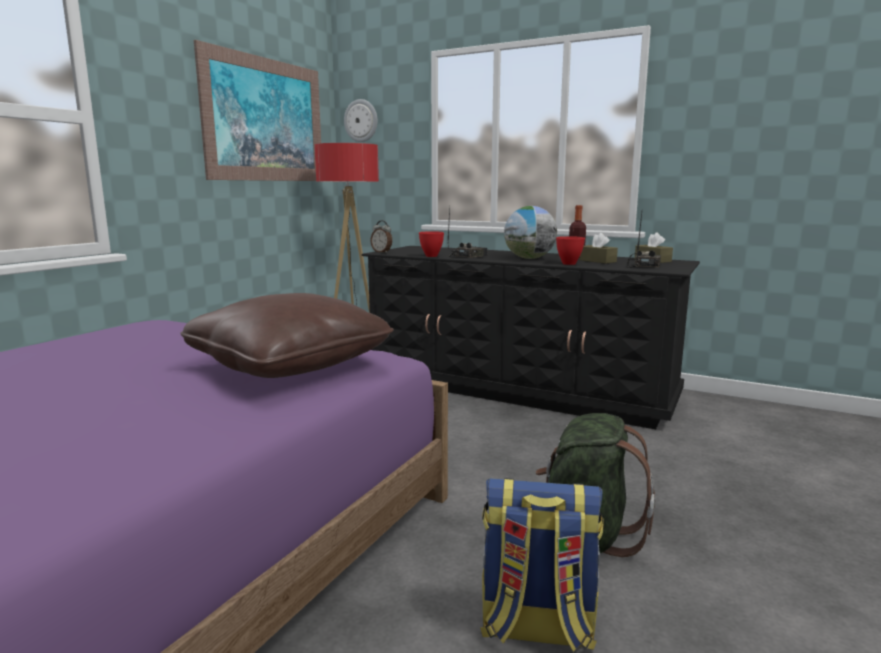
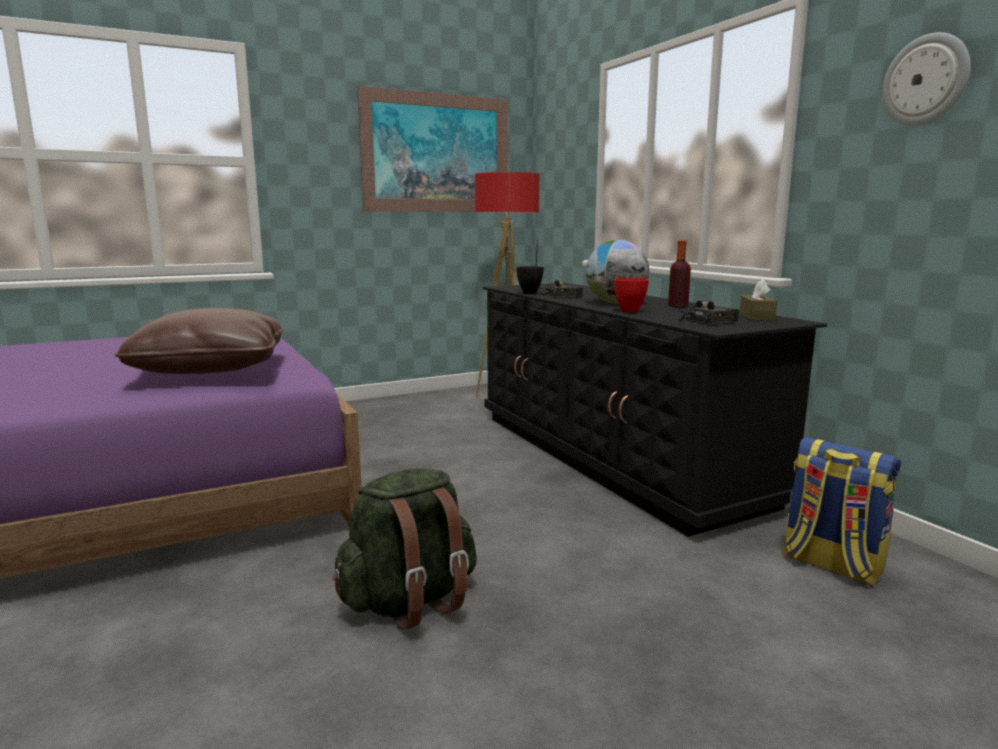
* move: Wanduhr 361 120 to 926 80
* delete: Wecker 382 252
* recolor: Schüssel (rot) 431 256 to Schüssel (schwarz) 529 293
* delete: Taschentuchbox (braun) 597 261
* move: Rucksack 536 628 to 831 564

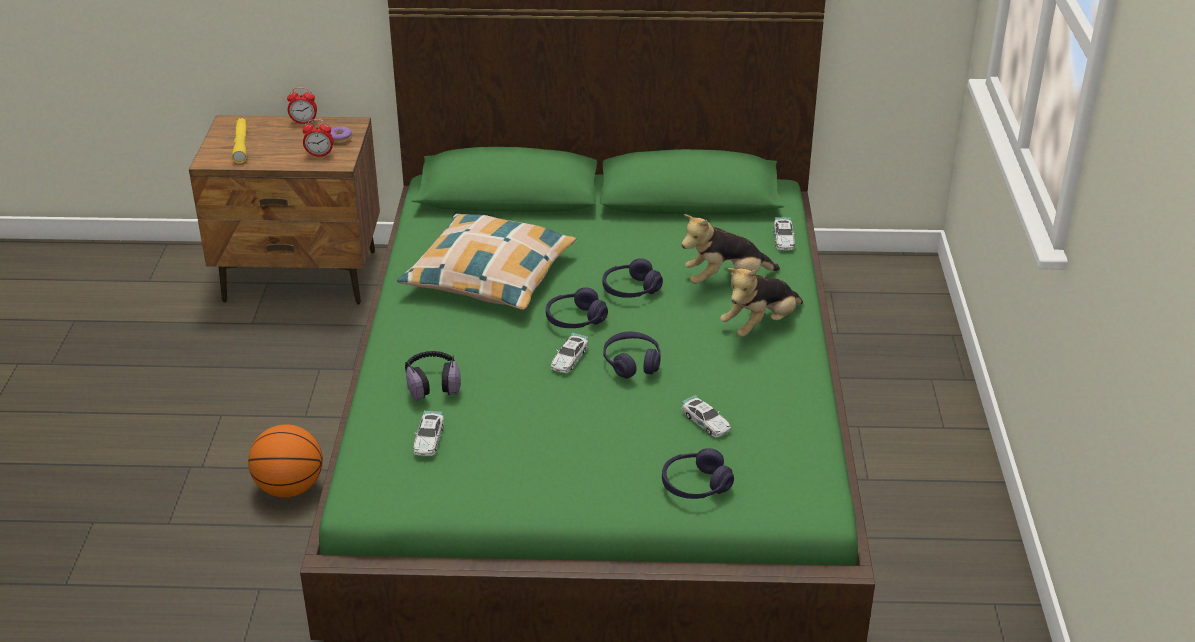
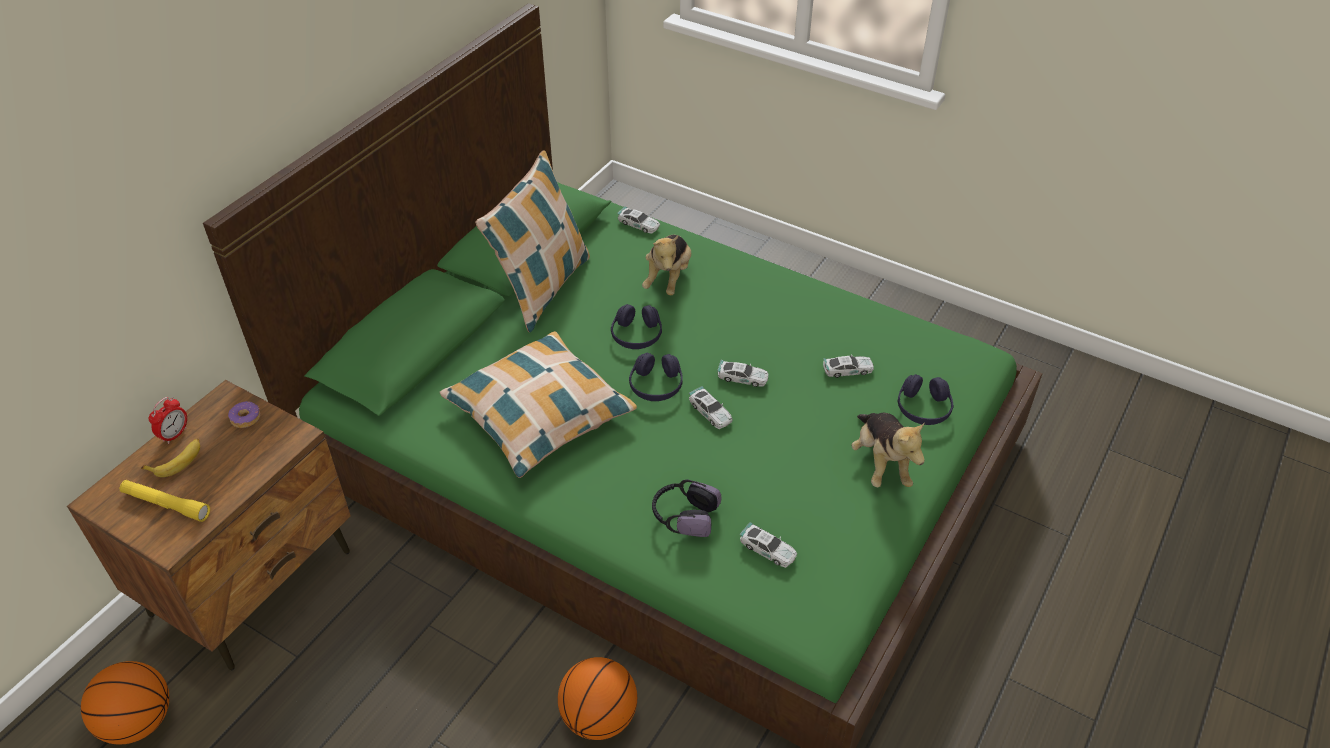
* delete: Wecker 319 155
* move: Plüschtier 760 325 to 881 463
* replace: Kopfhörer (lila) 632 362 to Spielzeugauto 742 377
* insert: Kissen 543 288
* insert: Banane 177 461
* insert: Basketball 139 721

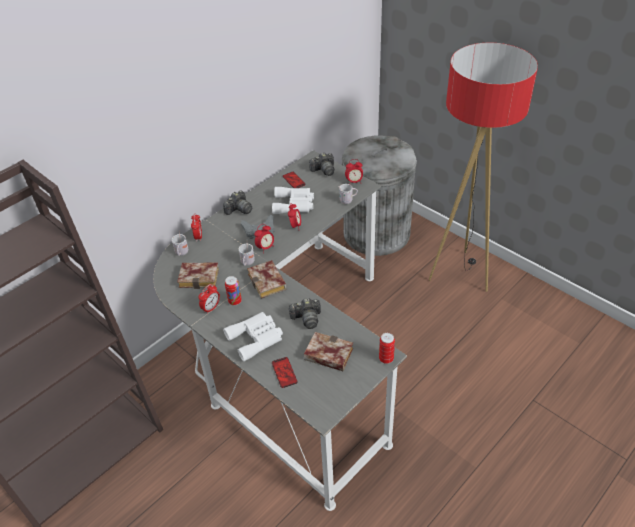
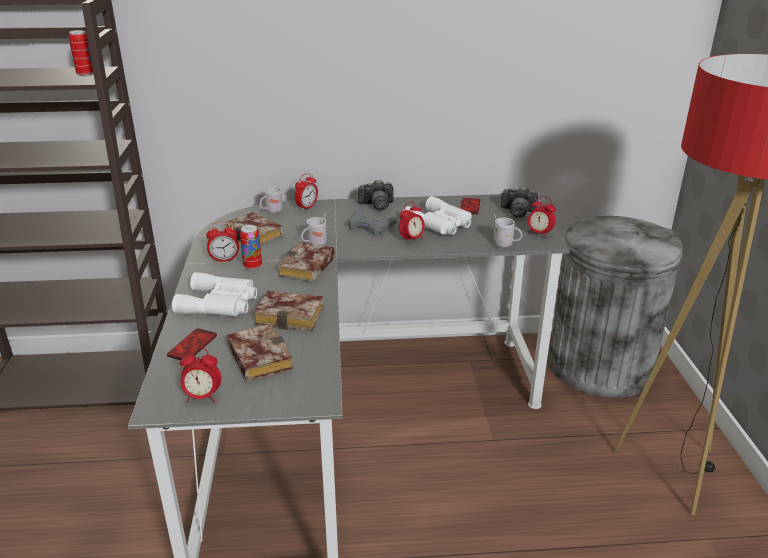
* move: Wecker 265 247 to 202 397
* replace: Kamera 307 318 to Buch 293 316
* move: Dose 386 358 to 86 74

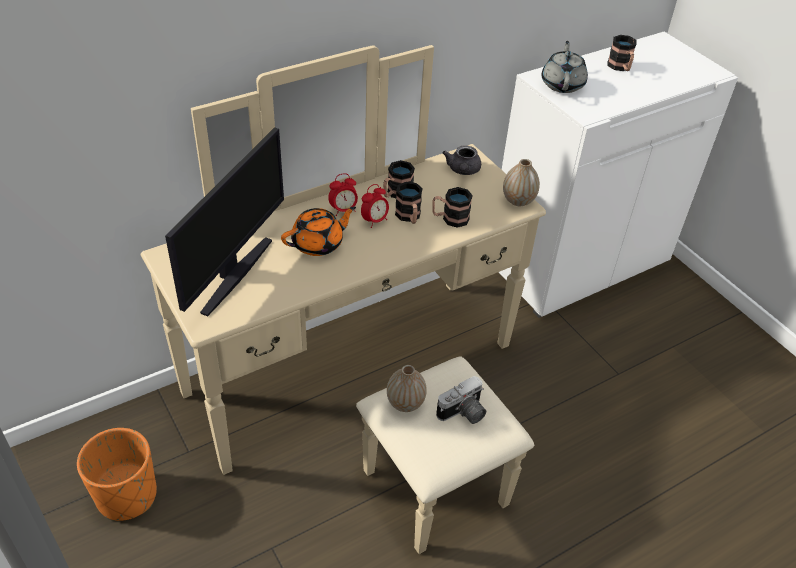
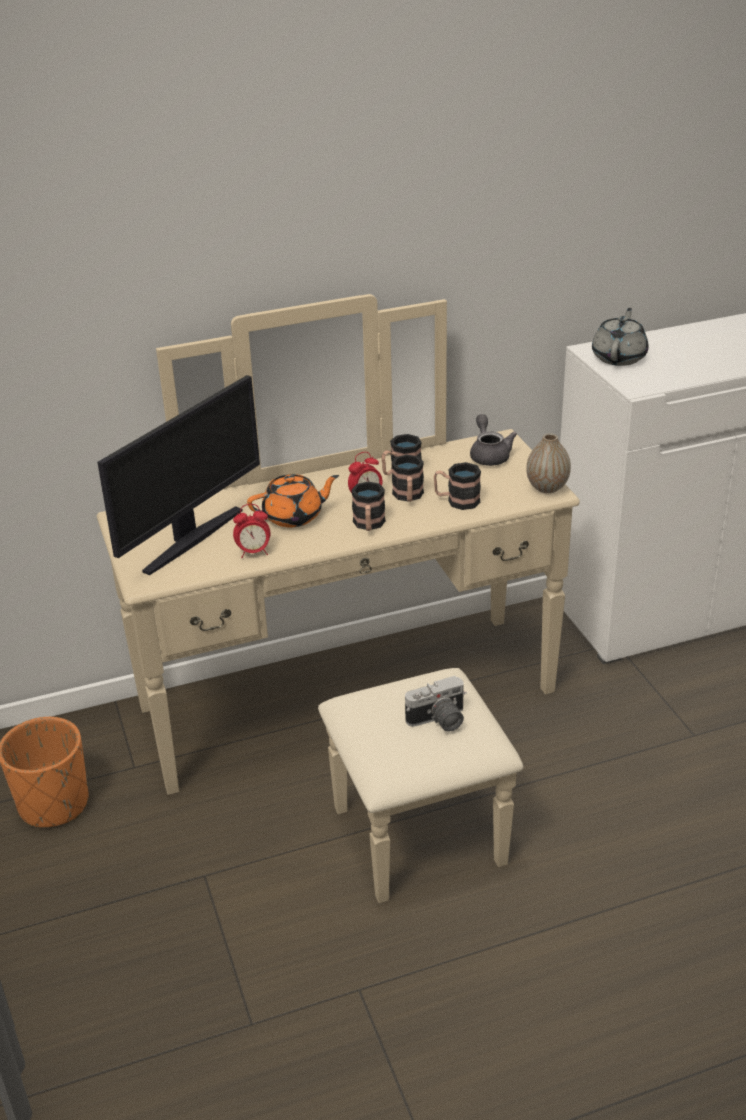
* move: Henkelbecher 620 67 to 369 525
* rotate: Teekanne (grau) 462 171 = 489 455 150 degrees clockwise
* move: Wecker 343 210 to 254 552
* delete: Vase 405 403

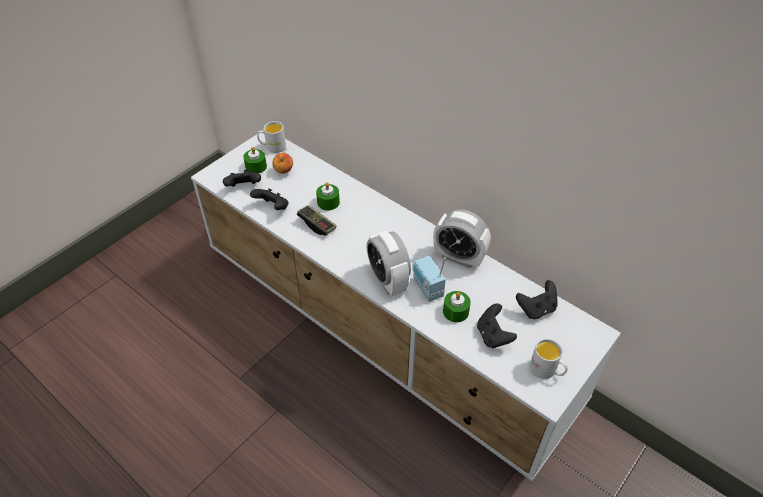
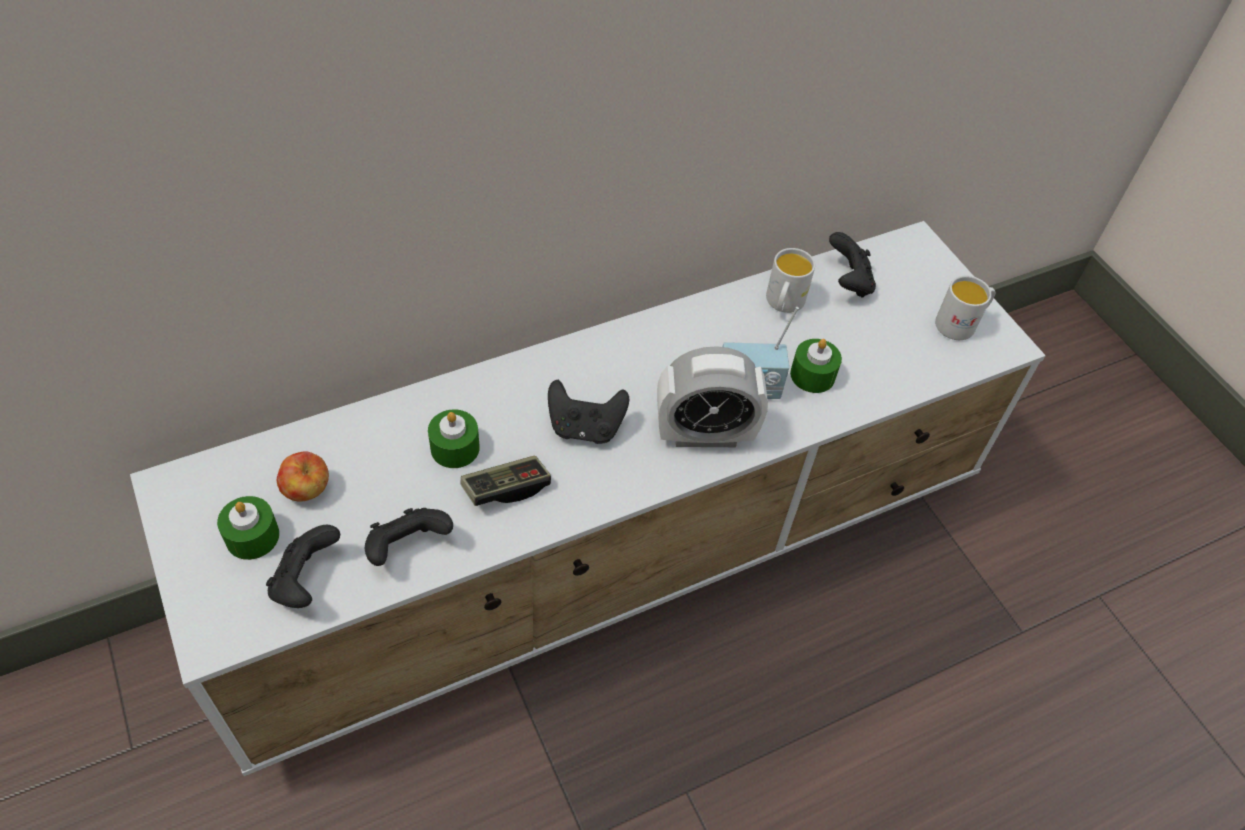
* move: Henkelbecher (weiß) 272 147 to 783 304
* delete: Wecker 459 257
* move: Gamepad (schwarz) 493 336 to 585 428

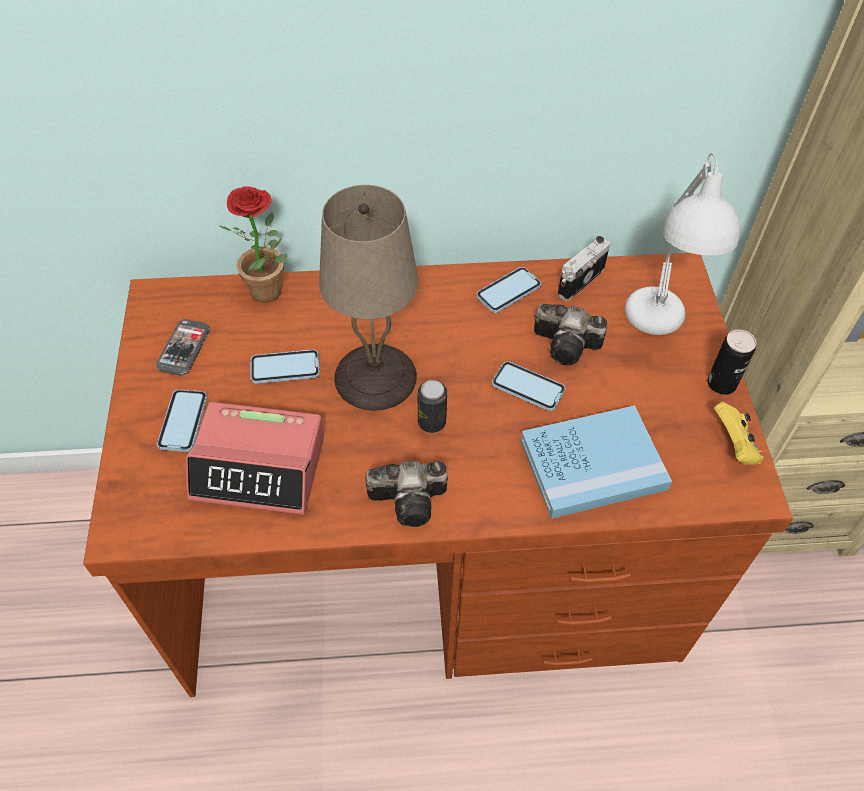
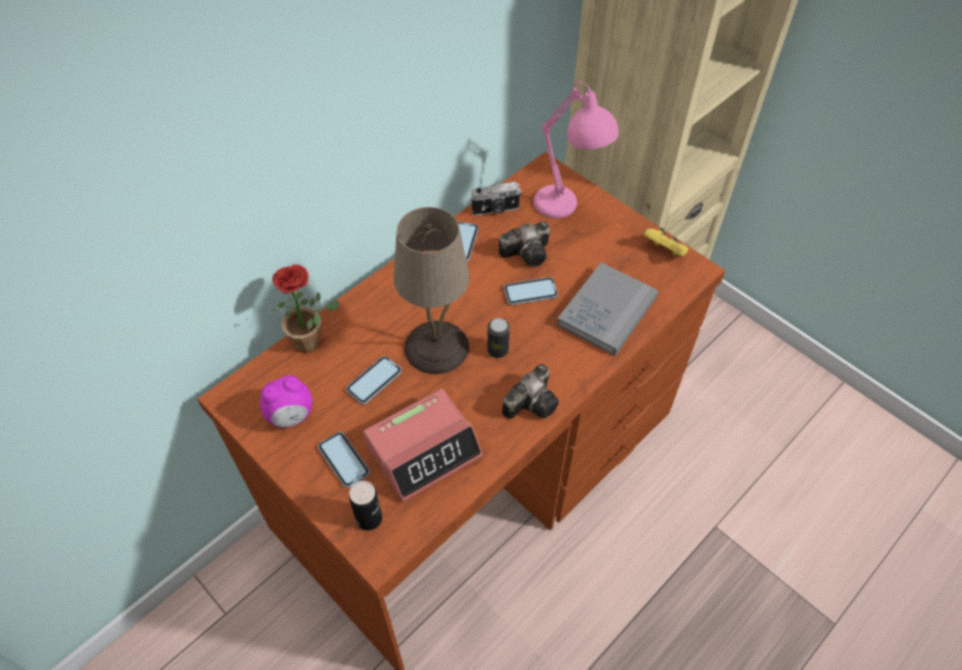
* recolor: Tischlampe (weiß) 655 331 to Tischlampe (rosa) 566 213
* rotate: Kamera 579 280 = 496 210 105 degrees counterclockwise
* replace: Handy 184 348 to Wecker 291 416
* move: Dose 721 383 to 369 518
* recolor: Buch (blau) 592 464 to Buch (grau) 607 311

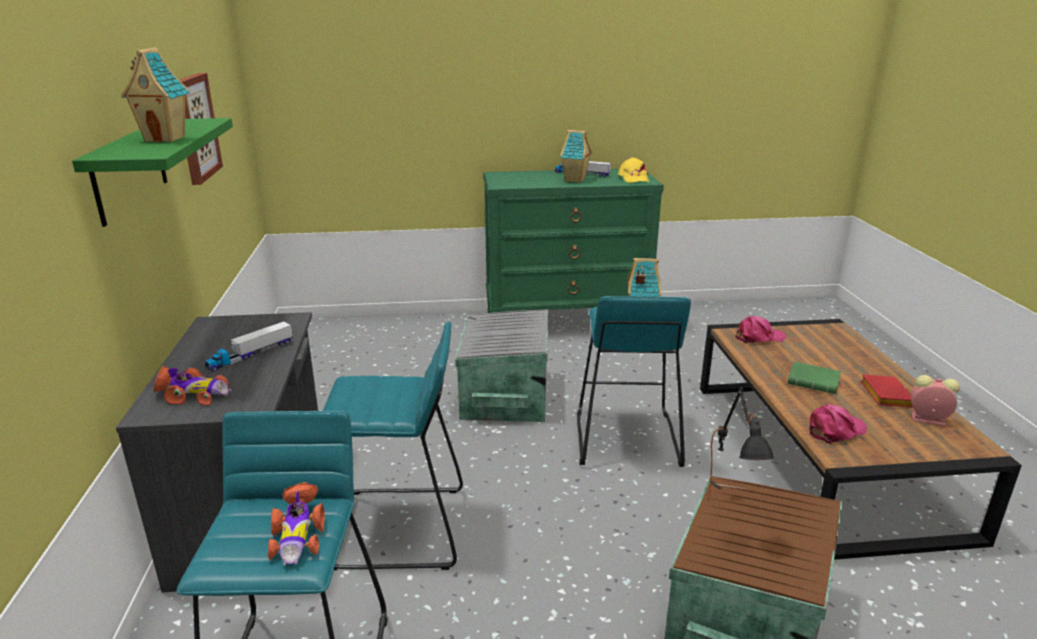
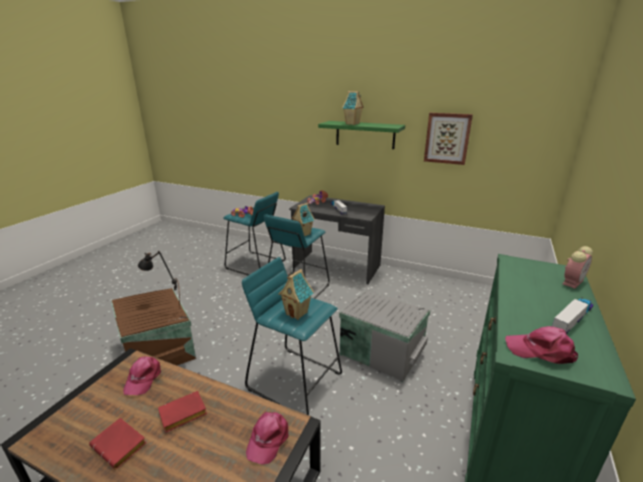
* move: Spielzeughaus 575 180 to 302 234
* recolor: Kappe (gelb) 633 178 to Kappe (rosa) 541 350
* recolor: Buch (grün) 814 382 to Buch (rot) 182 415
* move: Wecker 926 419 to 572 282

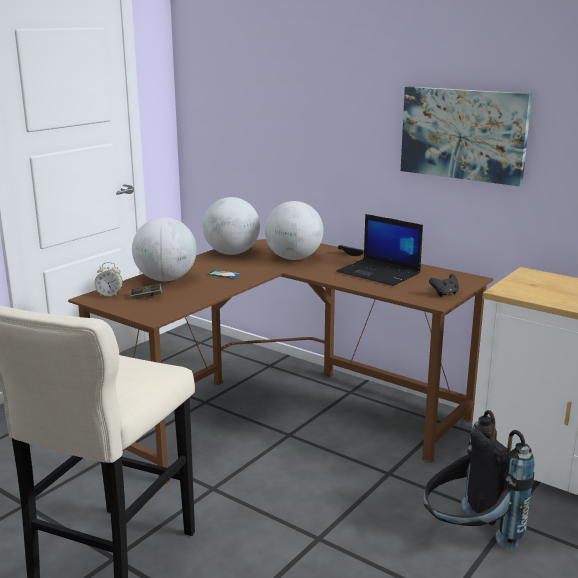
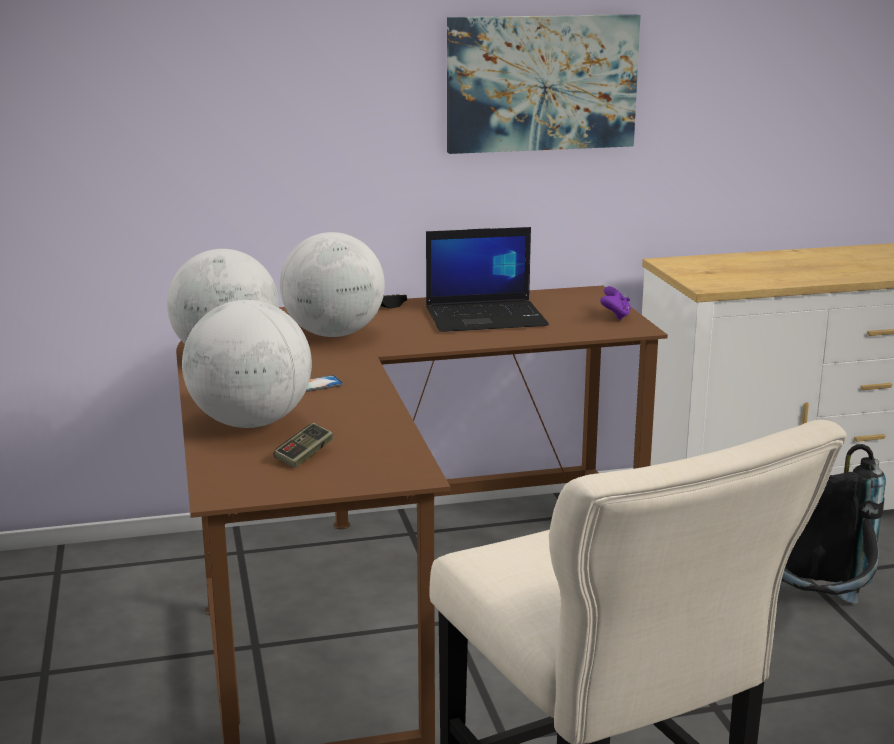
* delete: Wecker 109 295
* recolor: Gamepad (schwarz) 445 294 to Gamepad (lila) 615 316

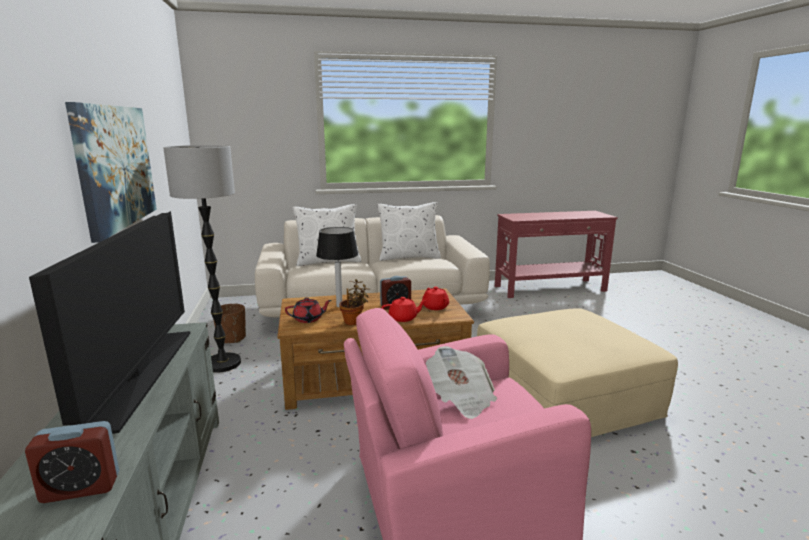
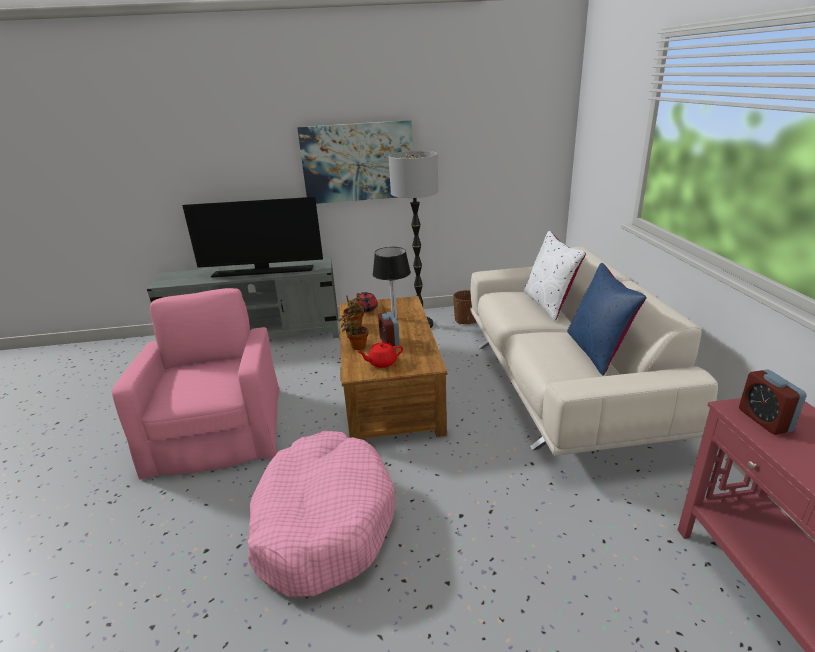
* recolor: Kissen (weiß) 408 257 to Kissen (blau) 597 351
* replace: Teekanne (rot) 403 318 to Topfpflanze 357 347
* replace: Polsterhocker (beige) 564 395 to Hundebett (rosa) 322 522
* delete: Zeitung 460 398
* move: Wecker 81 488 to 764 420

